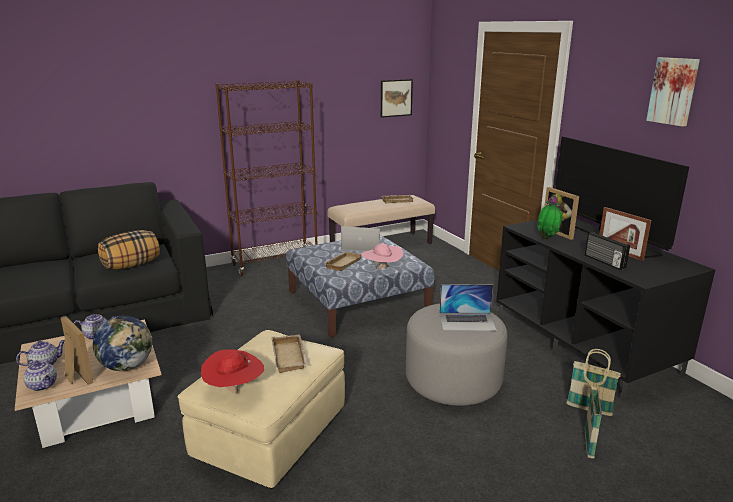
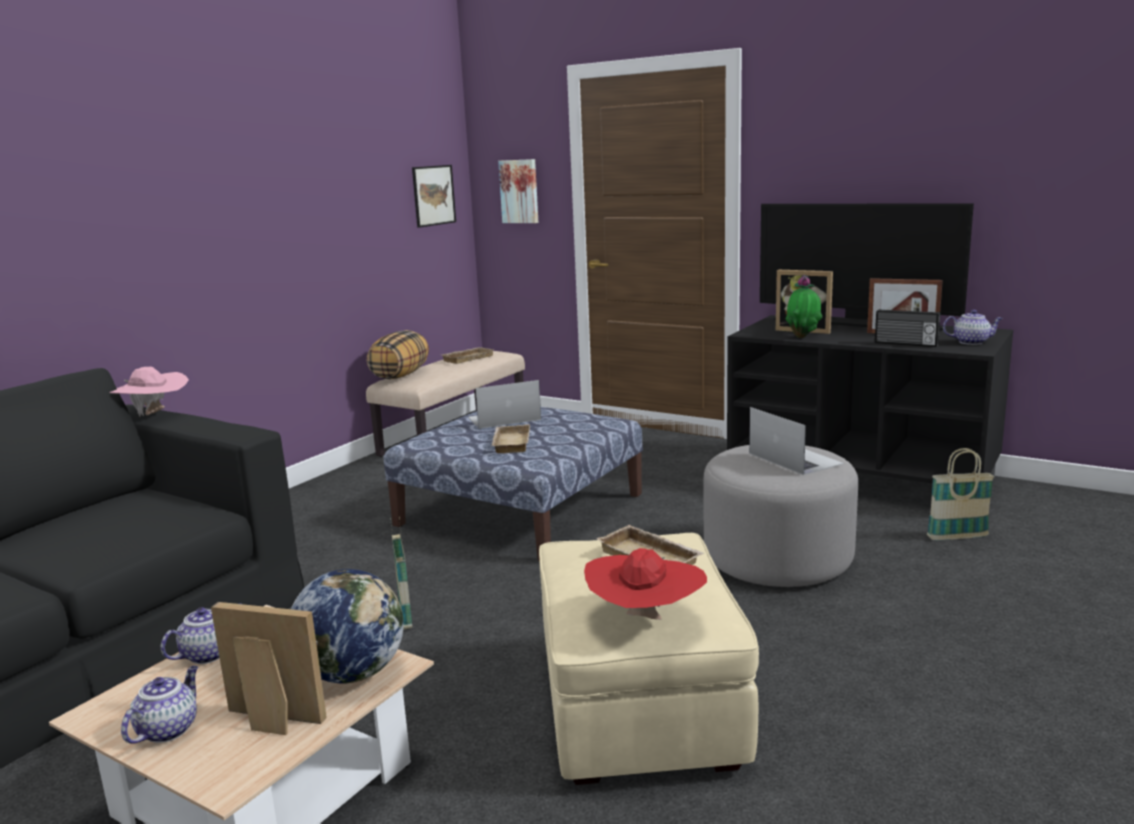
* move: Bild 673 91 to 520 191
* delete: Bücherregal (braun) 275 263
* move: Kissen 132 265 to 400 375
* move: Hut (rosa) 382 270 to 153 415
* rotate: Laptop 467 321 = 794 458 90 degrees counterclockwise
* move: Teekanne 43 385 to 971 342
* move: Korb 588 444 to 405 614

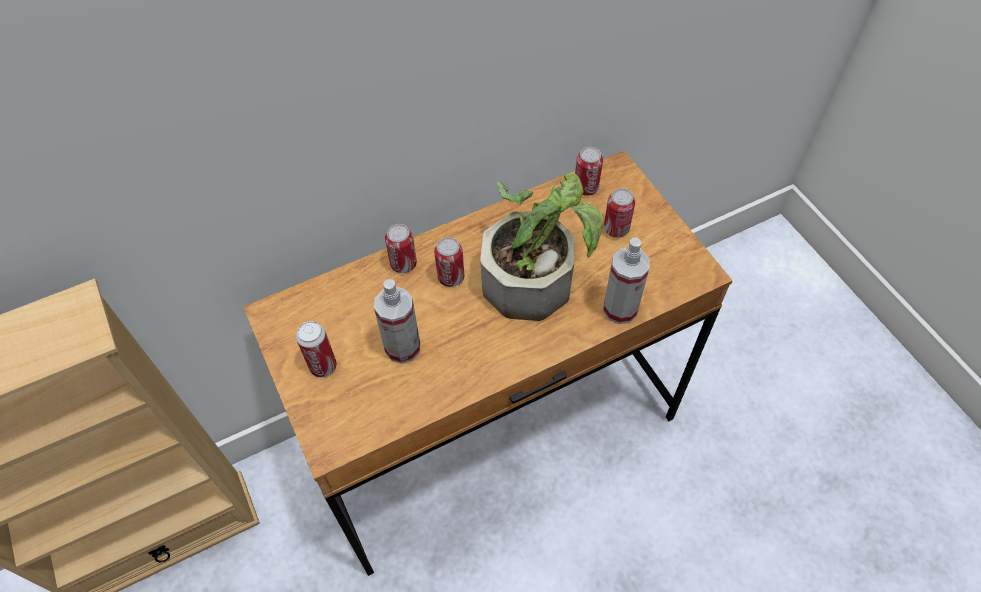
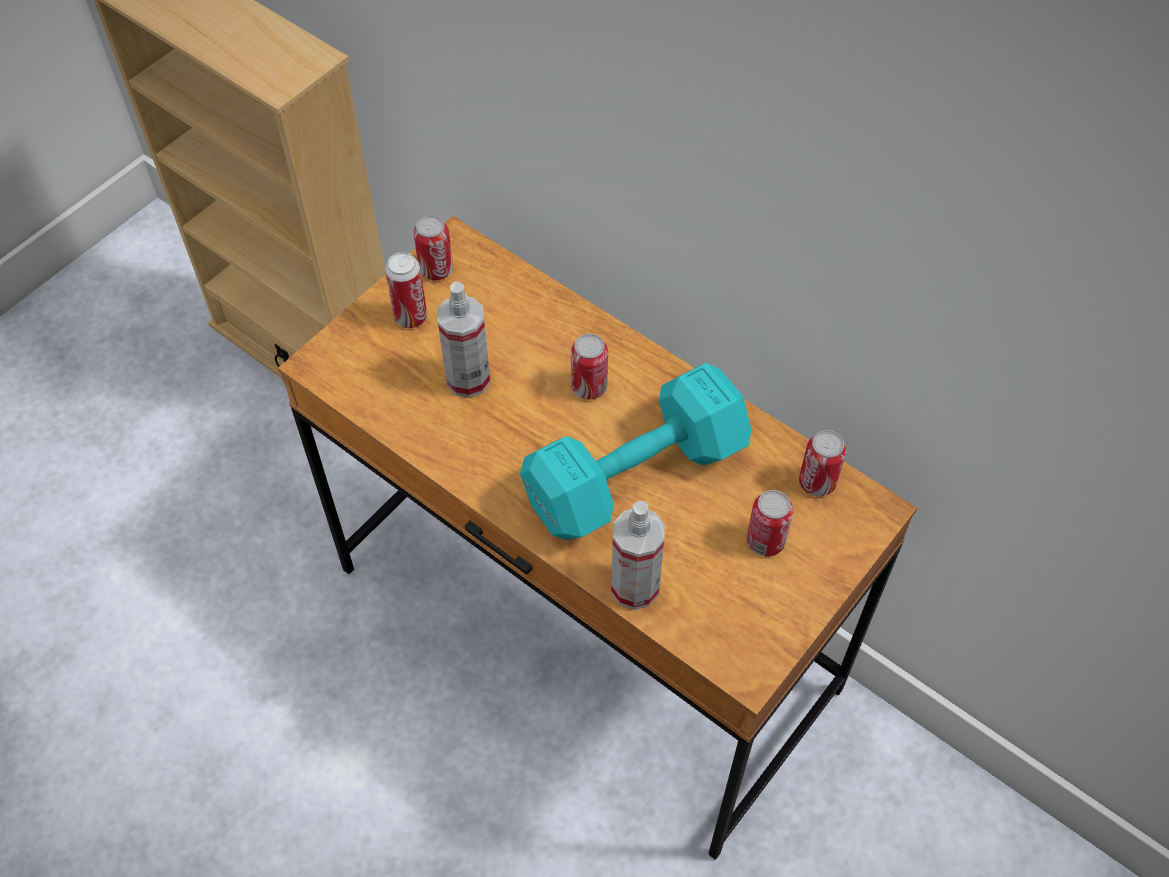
* replace: Topfpflanze 536 274 to Hantel (türkis) 640 474
* move: Dose 403 264 to 436 270

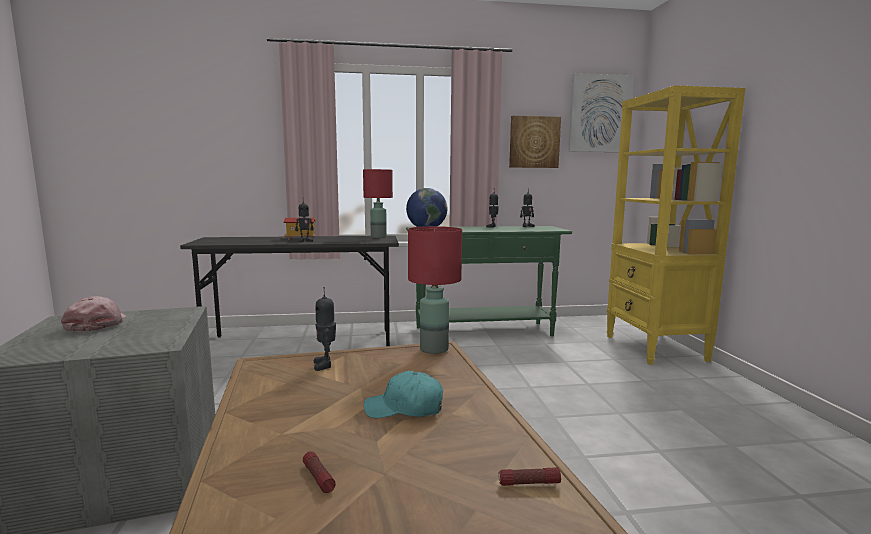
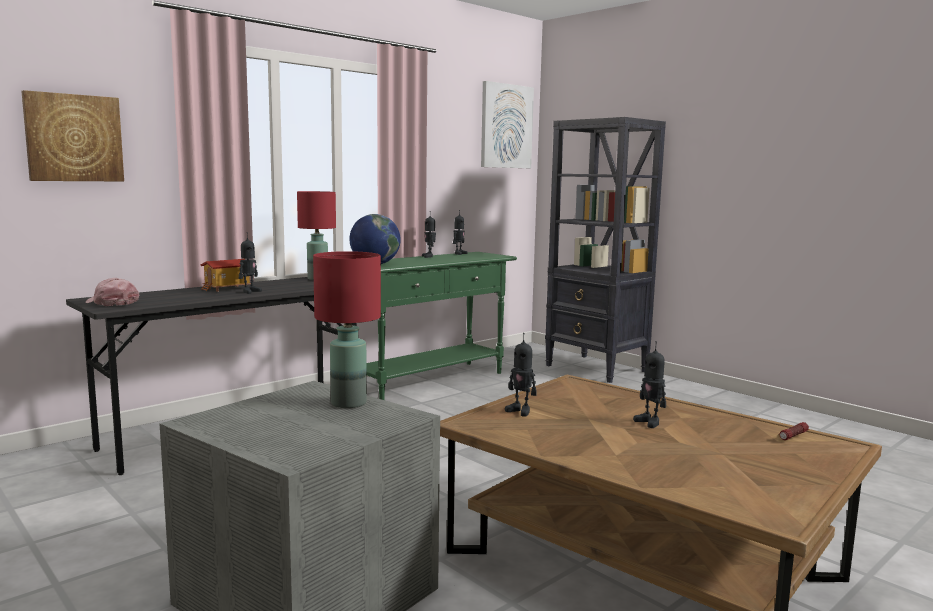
* recolor: Bücherregal (gelb) 655 348 to Bücherregal (schwarz) 596 369
* move: Bild 534 142 to 74 138
* move: Tischlampe (rot) 434 349 to 349 403
* move: Kappe (rosa) 97 324 to 112 303
* replace: Kappe (türkis) 404 409 to Spielzeugroboter 649 422
* delete: Taschenlampe 318 477

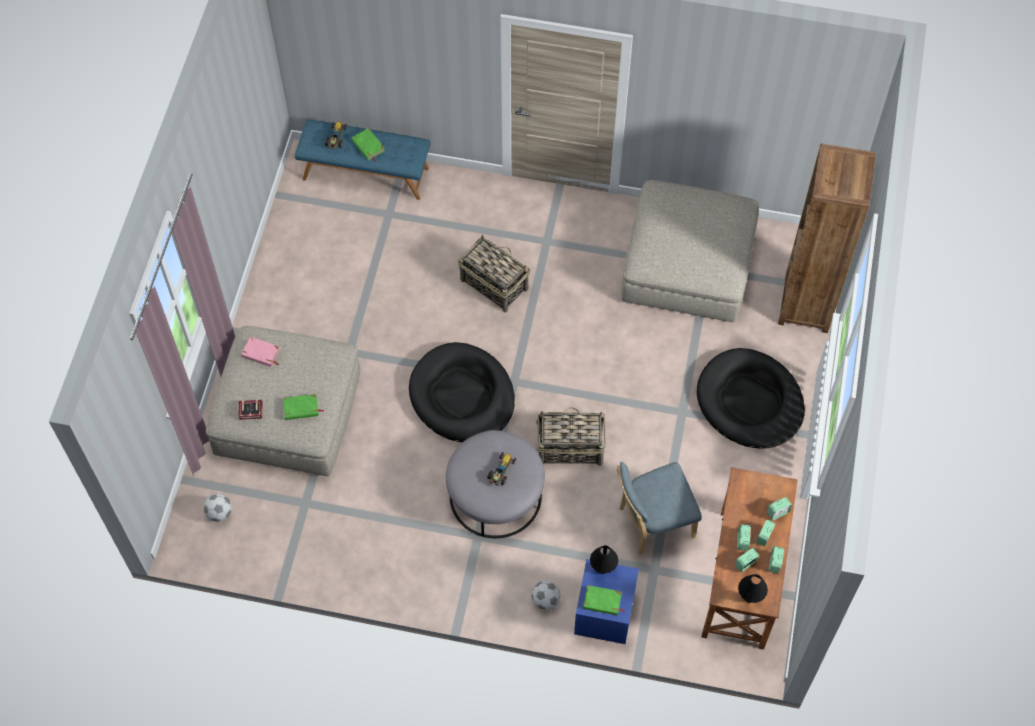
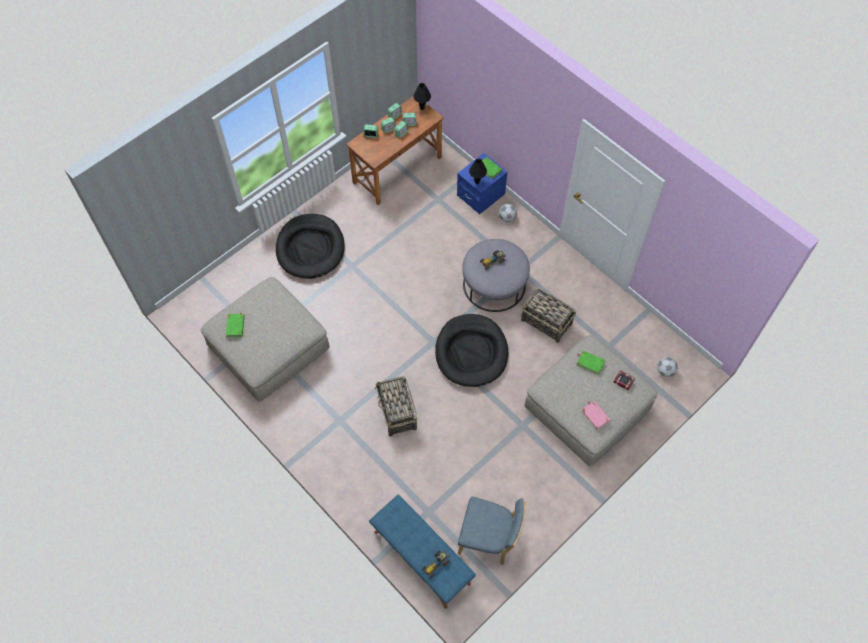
* move: Buch (grün) 368 146 to 235 326
* delete: Bücherregal (braun) 806 304
* move: Korb 569 447 to 546 322
* move: Stuhl (blau) 652 523 to 488 540

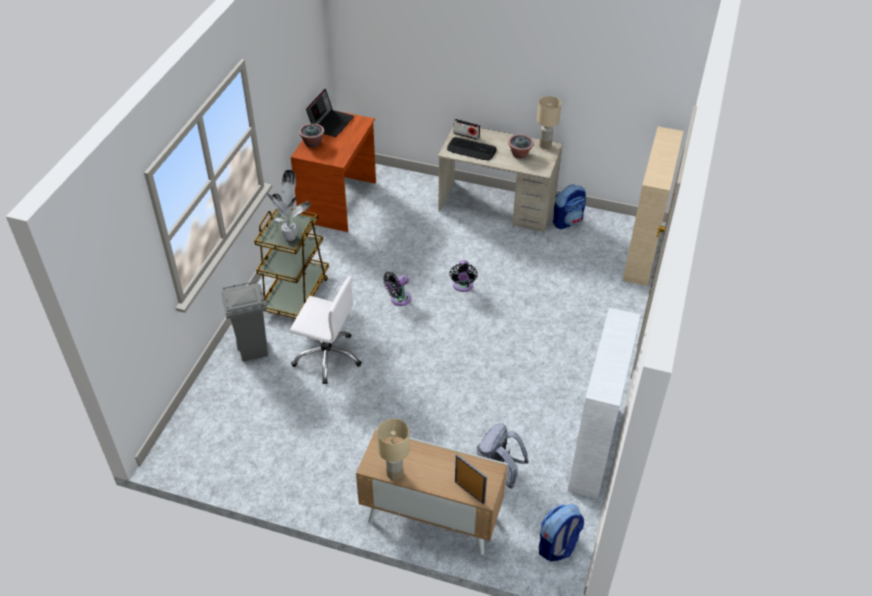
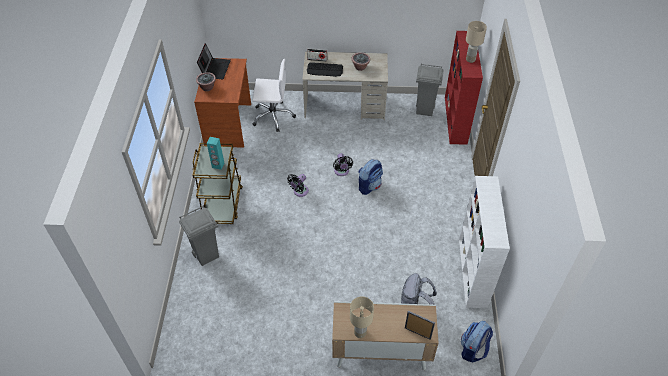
* move: Tischlampe (beige) 545 145 to 470 59
* recolor: Bücherregal (beige) 642 253 to Bücherregal (rot) 455 120
* replace: Topfpflanze 290 236 to Lautsprecher (türkis) 218 165
* move: Rucksack 567 221 to 369 186
* move: Bürostuhl (weiß) 327 356 to 273 116
* insert: Mülleimer (grau) 425 110

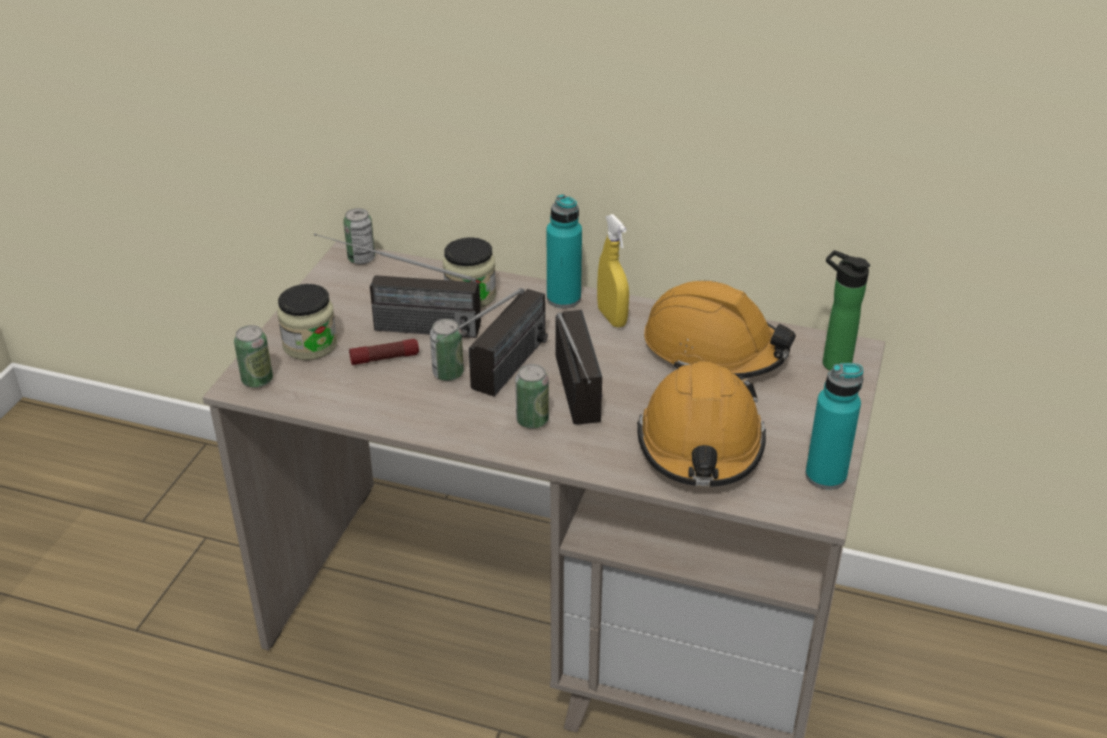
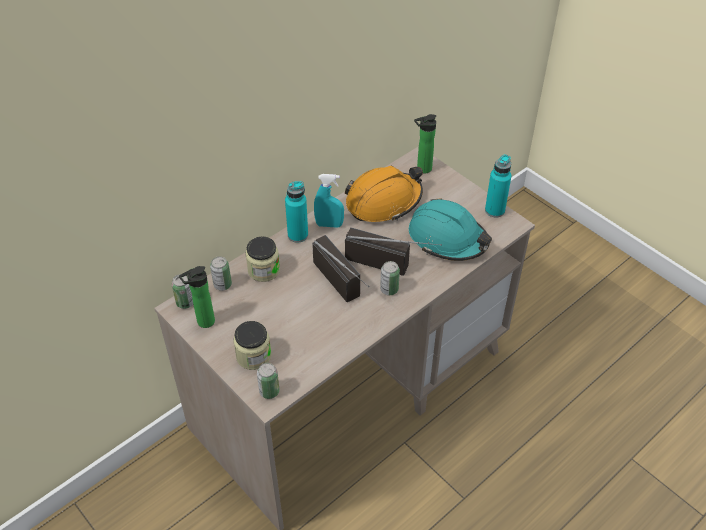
* recolor: Sprühflasche (gelb) 612 317 to Sprühflasche (türkis) 329 224
* delete: Radio 399 326
* move: Dose 448 373 to 222 285
* delete: Taschenlampe 384 358
* recolor: Schutzhelm (orange) 701 444 to Schutzhelm (türkis) 448 239
* insert: Flasche 203 322

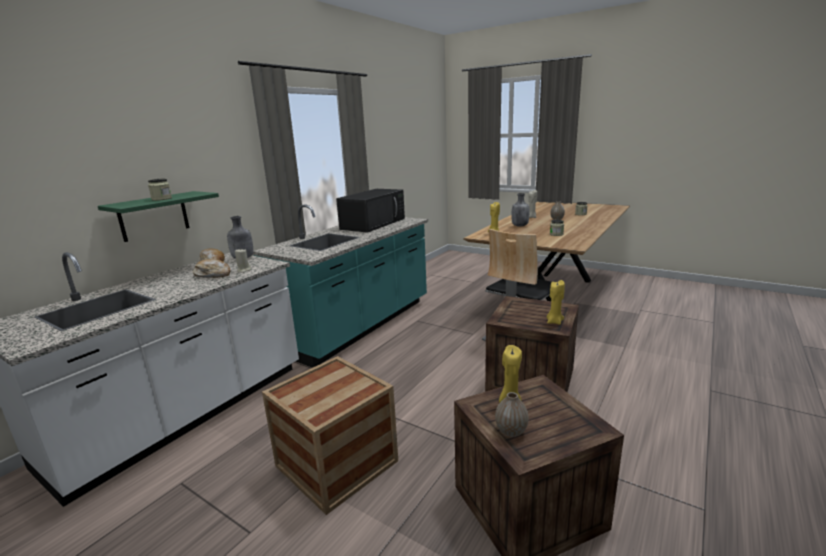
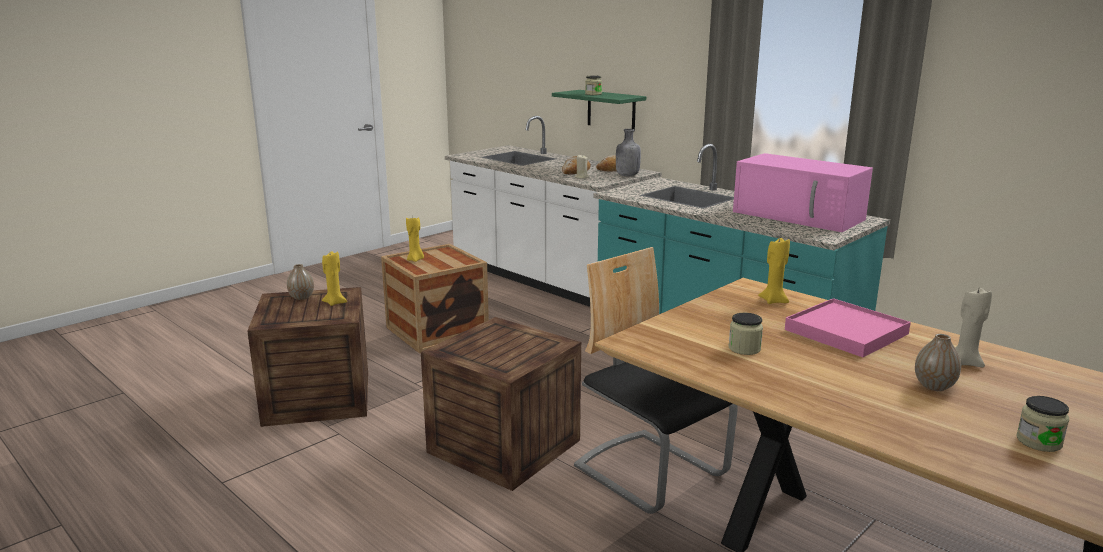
* recolor: Mikrowelle (schwarz) 373 223 to Mikrowelle (rosa) 800 216
* replace: Flasche (grau) 519 226 to Tablett (rosa) 846 332
* move: Kerze (gelb) 554 322 to 415 260

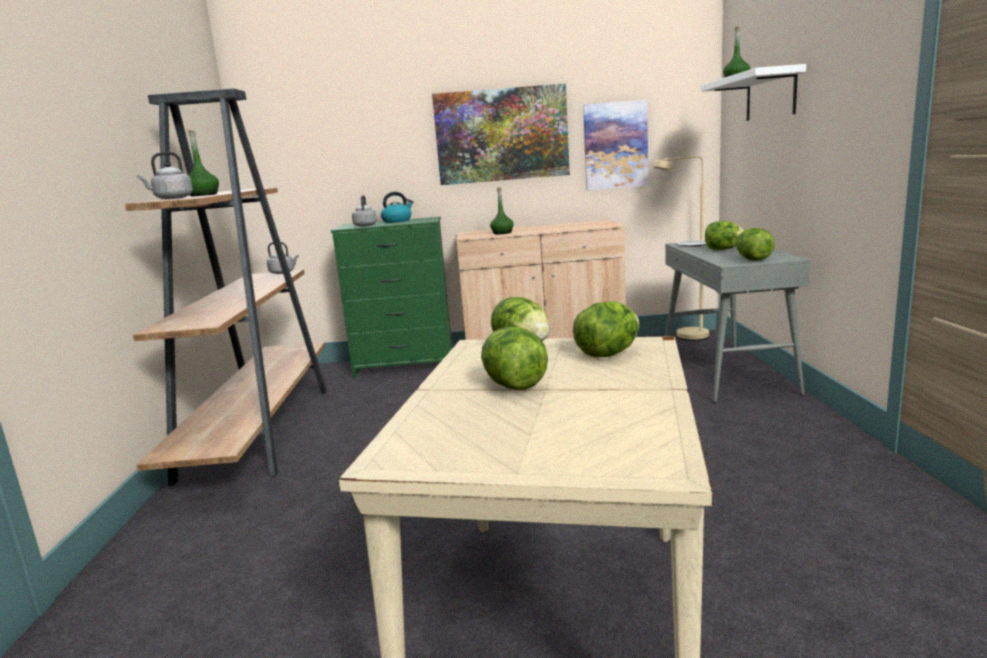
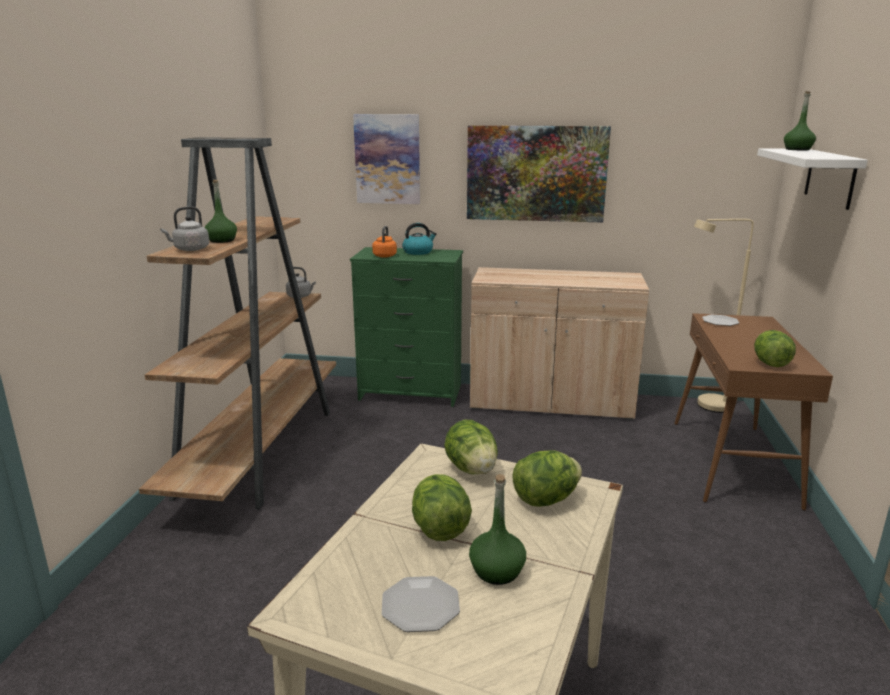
* move: Bild 615 145 to 387 159
* move: Flasche (grün) 502 233 to 497 571
* recolor: Wasserkessel (grau) 365 225 to Wasserkessel (orange) 385 256
* delete: Salatkopf 723 249
* recolor: Konsolentisch (grau) 726 372 to Konsolentisch (braun) 733 463
* insert: Teller 419 606

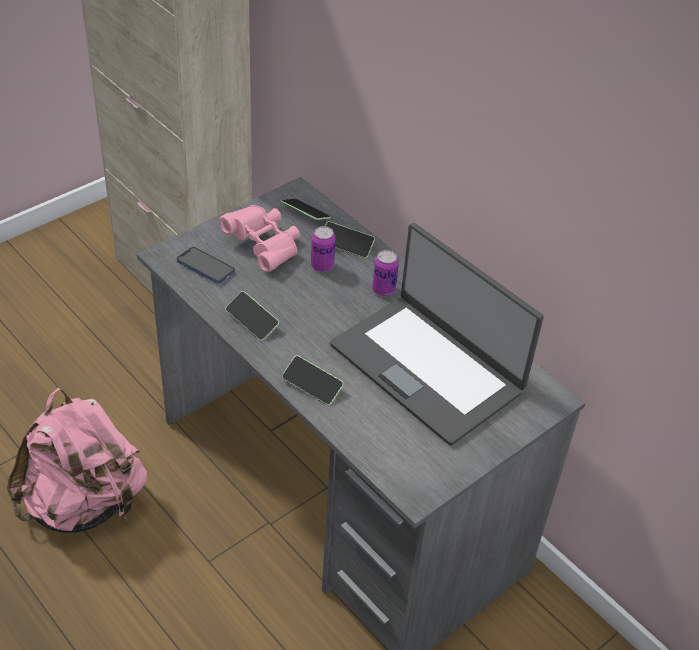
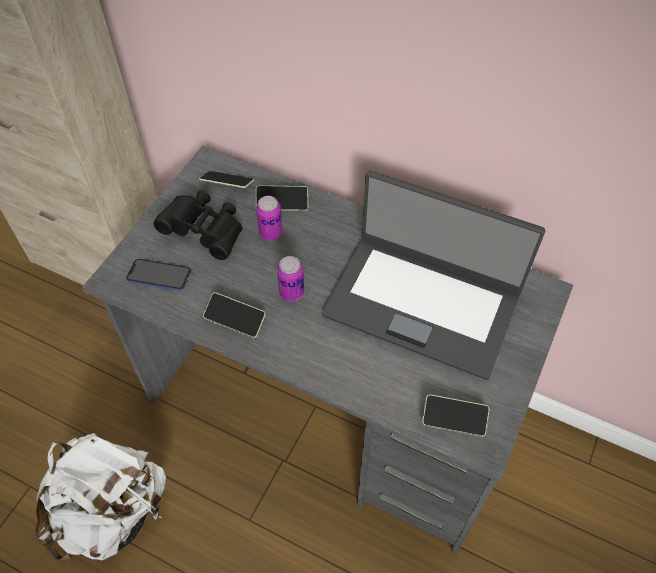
* recolor: Fernglas (rosa) 264 246 to Fernglas (schwarz) 205 232
* move: Dose 383 289 to 292 292
* move: Handy 312 386 to 454 419
* recolor: Rucksack (rosa) 84 504 to Rucksack (weiß) 112 513

